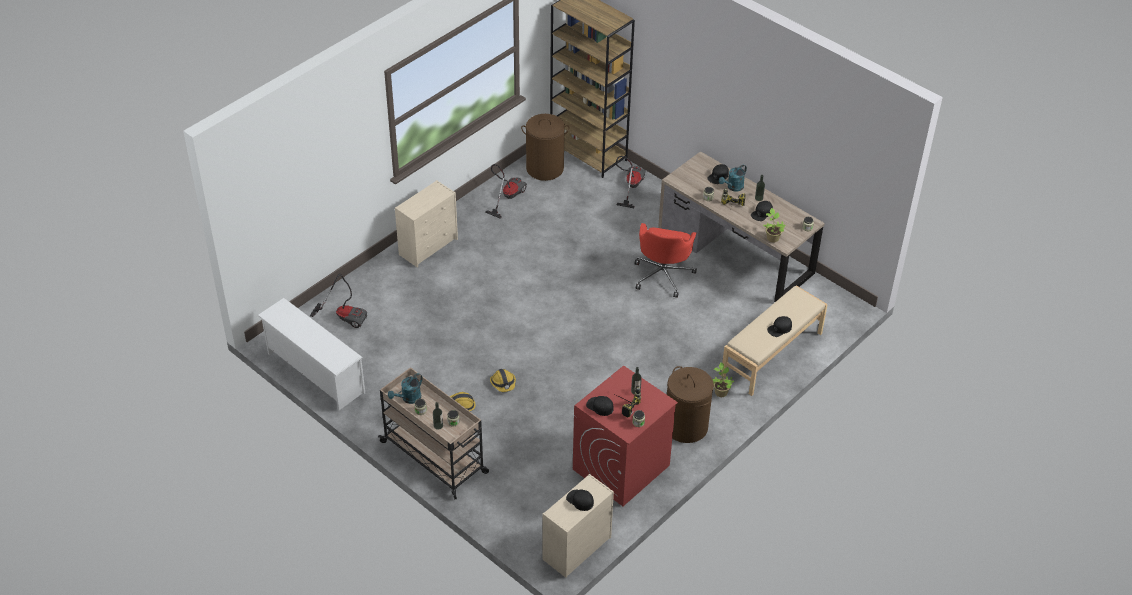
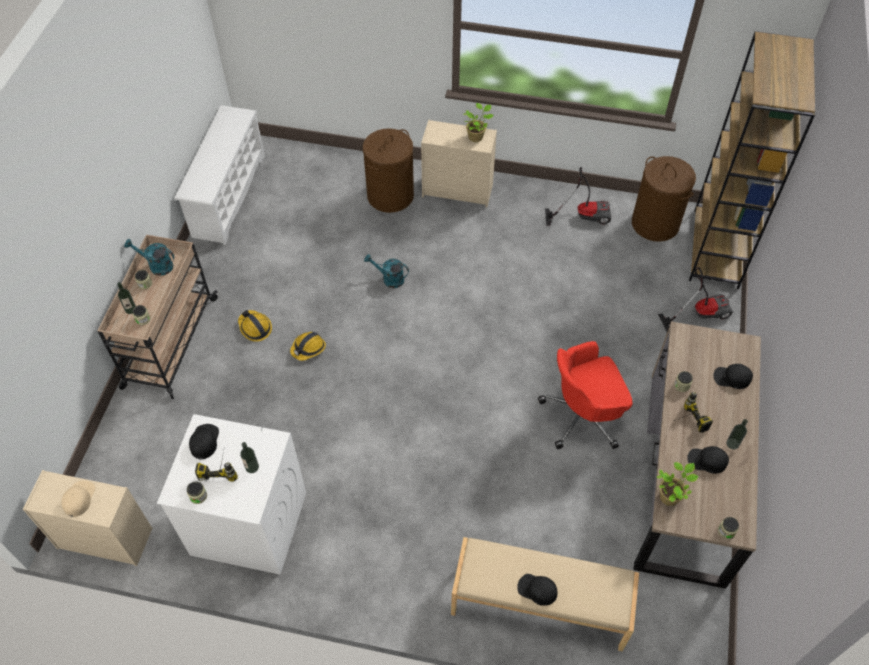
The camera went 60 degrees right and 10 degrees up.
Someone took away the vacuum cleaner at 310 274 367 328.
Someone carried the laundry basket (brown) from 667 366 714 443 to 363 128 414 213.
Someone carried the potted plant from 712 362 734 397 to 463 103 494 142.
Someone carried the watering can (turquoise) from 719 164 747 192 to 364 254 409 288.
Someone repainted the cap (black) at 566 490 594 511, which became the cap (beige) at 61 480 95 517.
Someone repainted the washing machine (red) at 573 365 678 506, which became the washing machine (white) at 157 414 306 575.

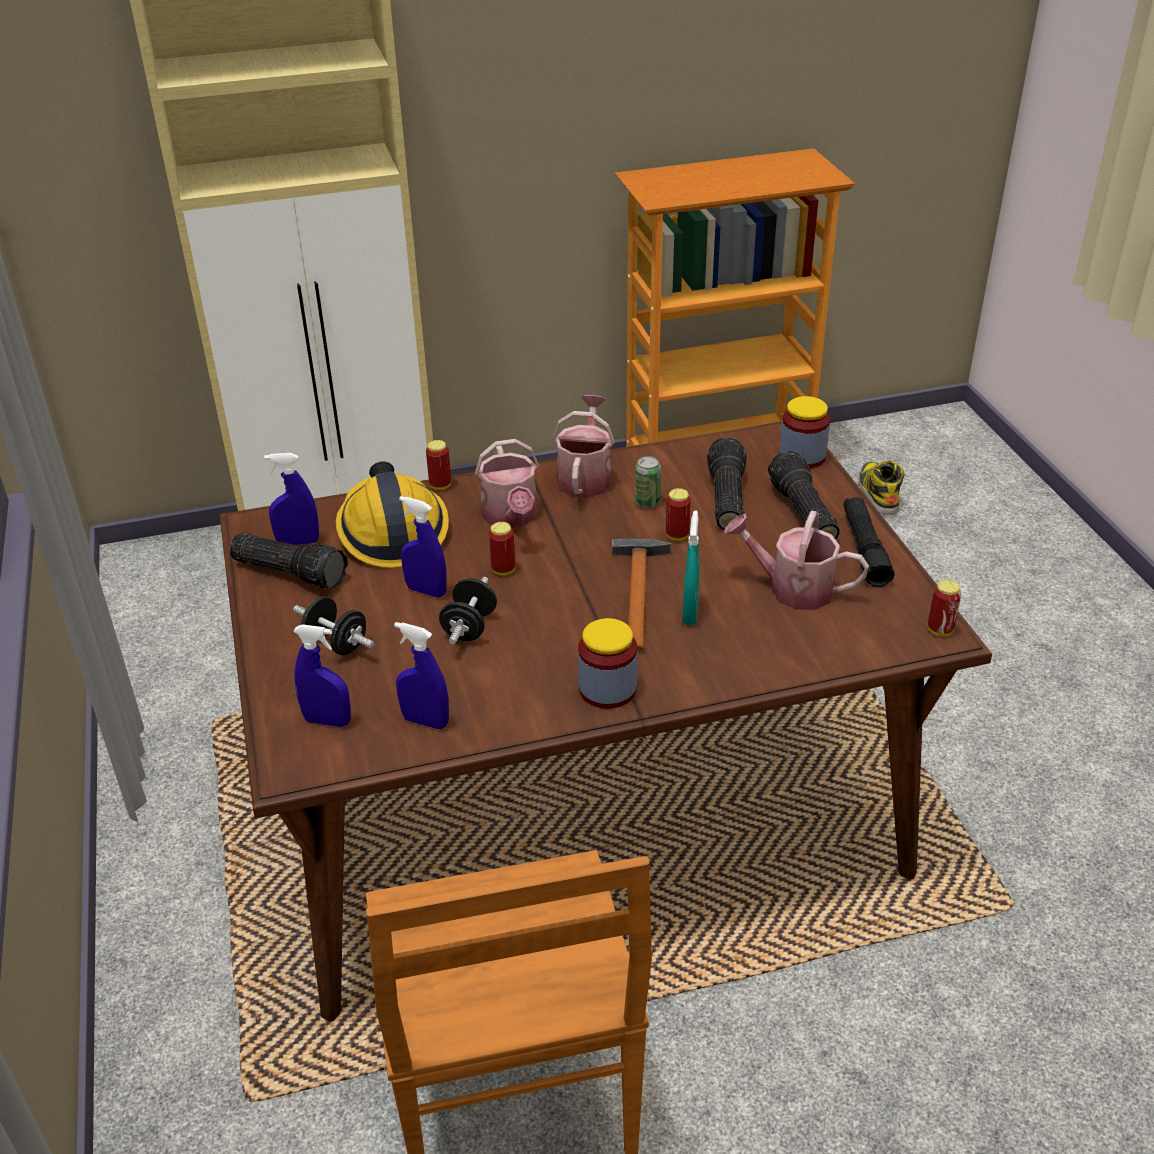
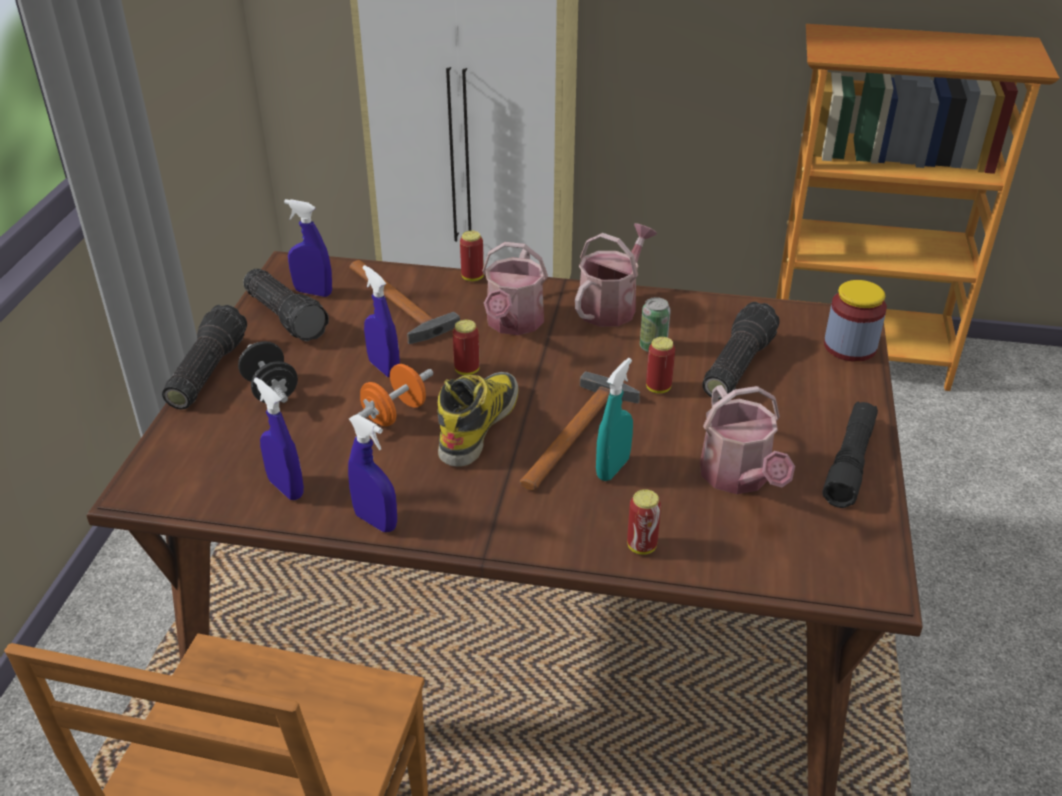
The camera went 25 degrees right and 0 degrees up.
Someone took away the jar at 578 618 637 709.
Someone carried the spray bottle (blue) from 294 624 351 727 to 348 415 397 532.
Someone carried the flashlight from 768 451 840 540 to 162 304 247 410.
Someone carried the boot from 858 460 905 515 to 437 372 519 467.
Someone carried the can from 928 580 961 636 to 627 489 661 555.
Someone swapped the hard hat at 336 462 449 568 for the hammer at 349 260 460 344.
Someone repainted the dumbbell (black) at 439 577 497 644, which became the dumbbell (orange) at 356 364 433 427.
Someone rotated the watering can at 724 510 869 610 by 150 degrees counterclockwise.

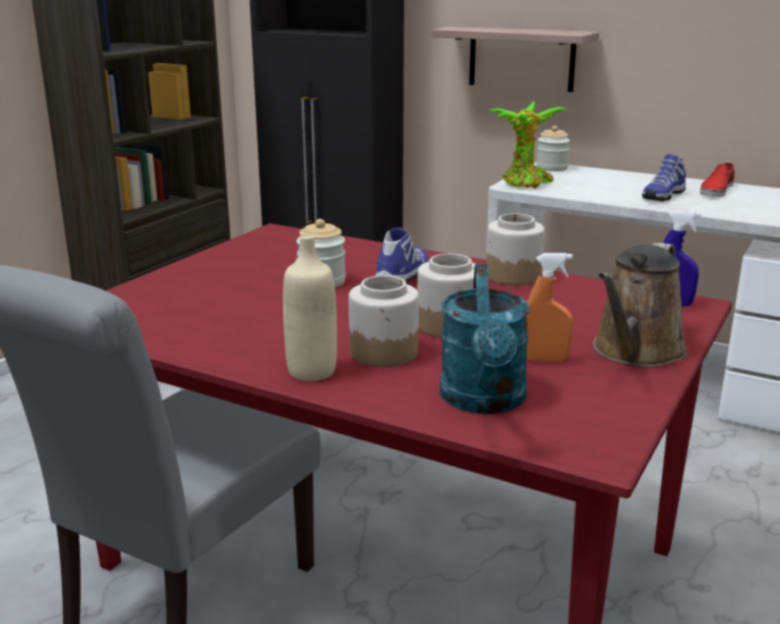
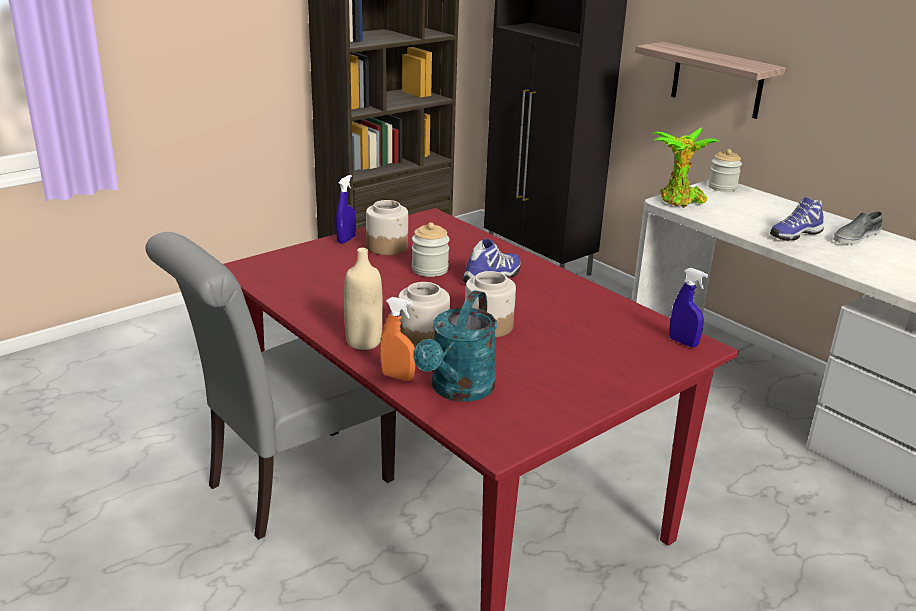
The camera went 20 degrees right and 5 degrees up.
Someone took away the watering can (brown) at 593 243 688 367.
Someone put down the spray bottle (blue) at 336 175 356 244.
Someone carried the jar from 486 213 545 286 to 366 200 408 255.
Someone carried the spray bottle (orange) from 526 253 574 362 to 380 297 416 381.
Someone repainted the shoe (red) at 700 163 735 197, which became the shoe (grey) at 833 211 882 245.

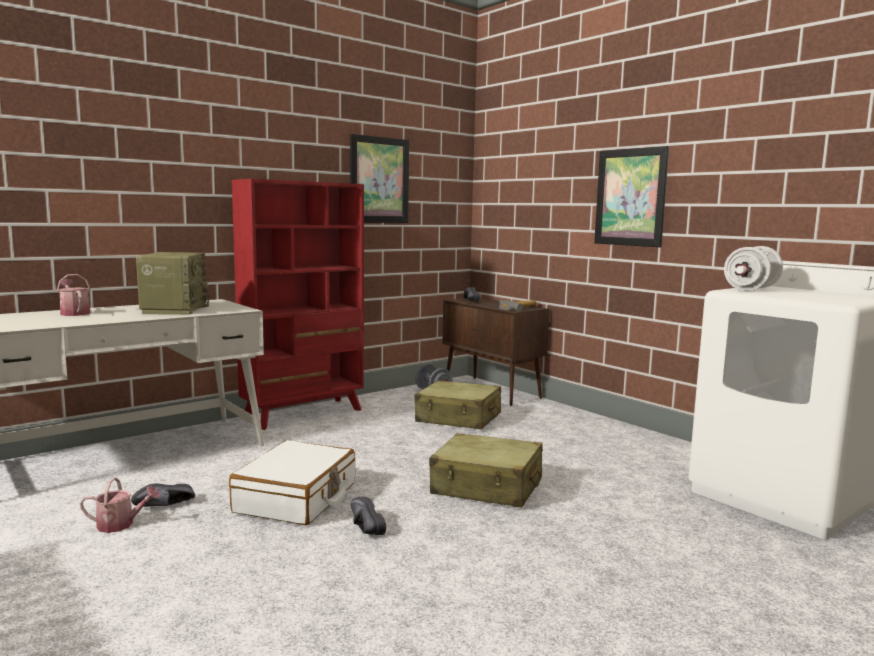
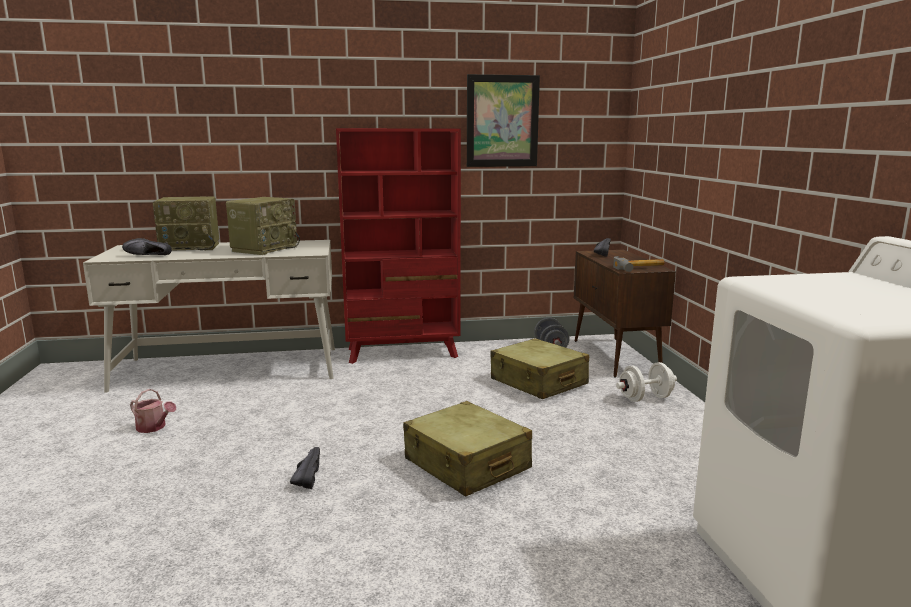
The camera went 30 degrees right and 5 degrees up.
Someone took away the suitcase (white) at 229 440 355 525.
Someone took away the picture at 594 146 669 247.
Someone carried the shoe (black) from 131 483 195 507 to 122 238 172 255.
Someone carried the dumbbell (white) from 724 246 783 291 to 616 362 677 402.
Someone swapped the watering can at 57 274 91 316 for the radio at 153 196 219 251.

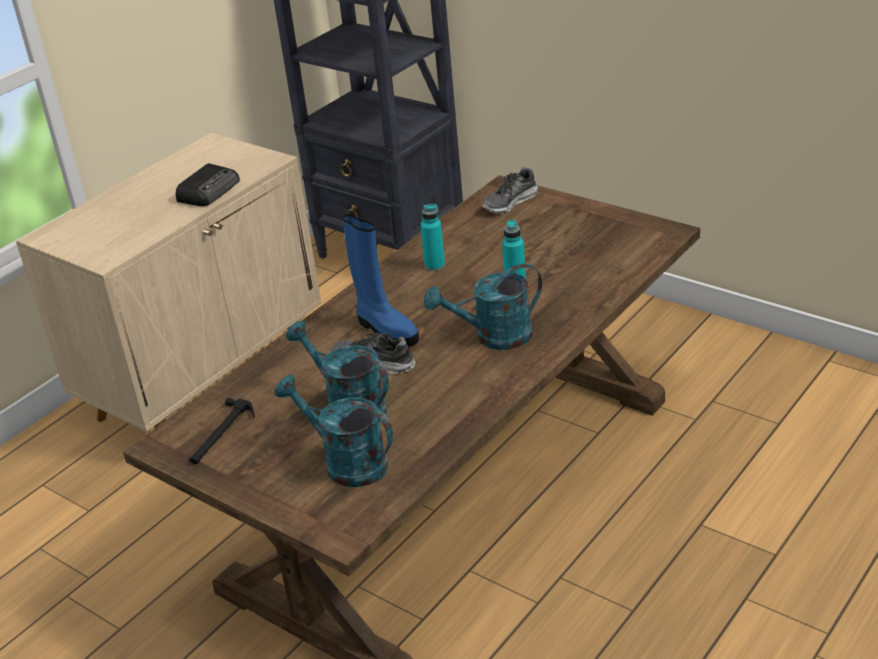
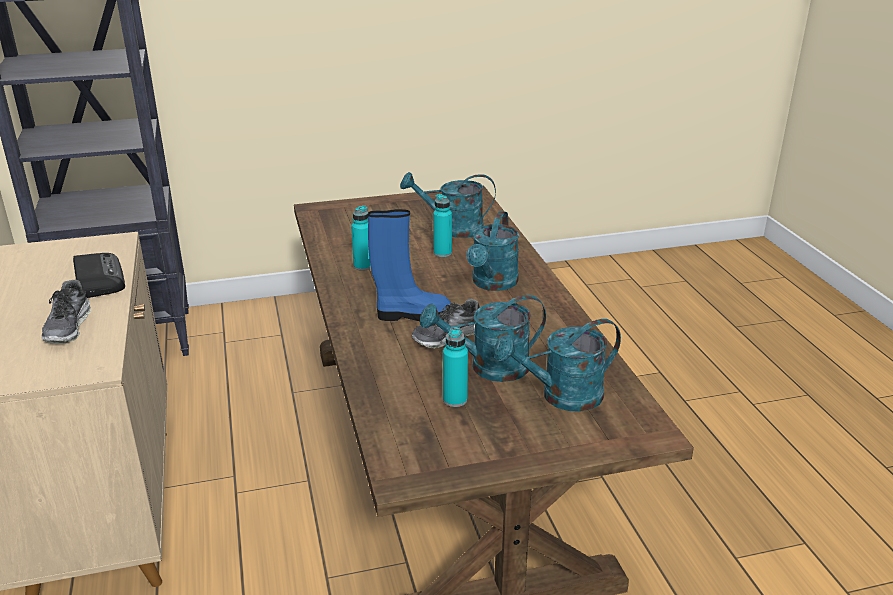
The camera went 55 degrees left and 5 degrees down.
Someone took away the hammer at 189 398 255 464.
Someone put down the watering can (turquoise) at 400 172 496 238.
Someone put down the bottle (turquoise) at 443 327 468 407.
Someone carried the shoe from 482 167 538 214 to 41 280 91 344.

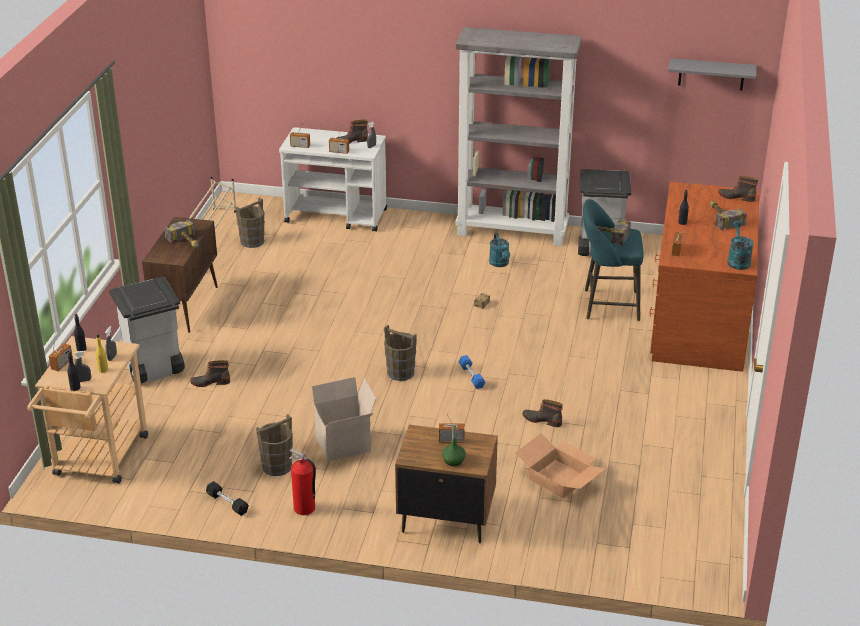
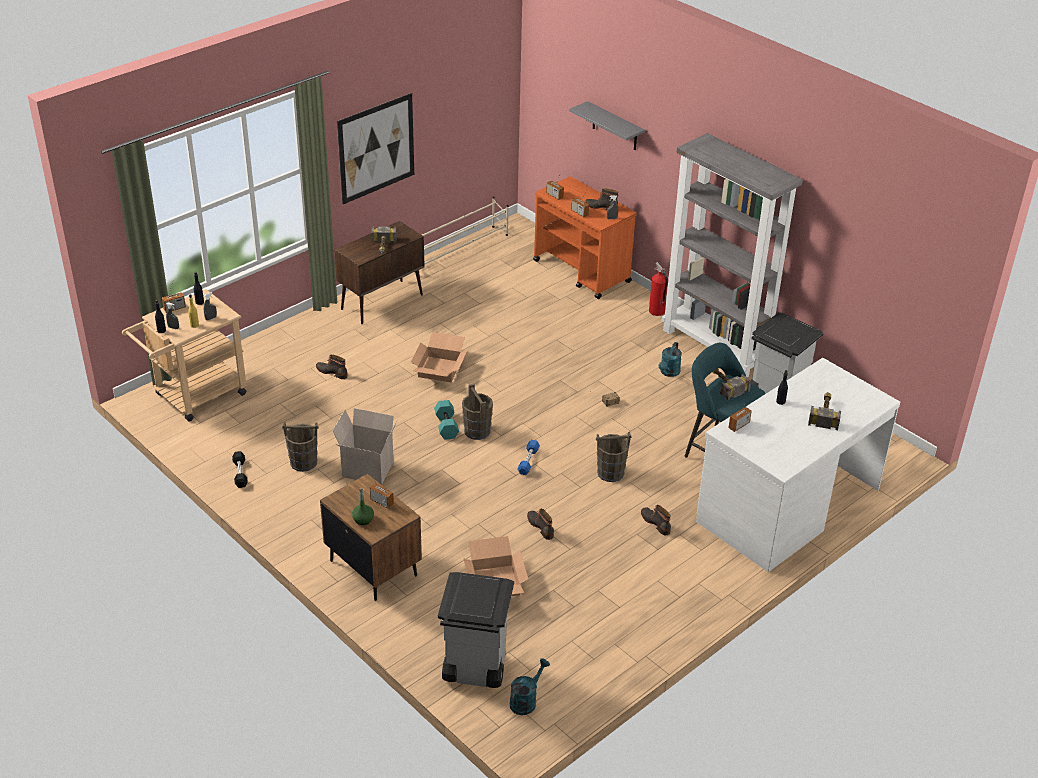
The camera went 35 degrees right and 5 degrees up.
Someone put up the picture at 337 93 414 204.
Someone put down the cardboard box at 411 332 467 382.
Someone put down the dumbbell (turquoise) at 434 400 459 440.
Someone carried the trash can (grey) from 109 277 185 383 to 438 572 514 688.
Someone carried the bucket (brown) from 236 197 265 248 to 596 432 632 482.
Someone carried the fire extinguisher from 289 448 316 515 to 649 262 668 316.
Someone carried the shelf (grey) from 668 58 757 91 to 569 101 645 150.
Someone carried the boot from 718 176 758 202 to 641 505 671 536.
Someone carried the watering can (turquoise) from 727 221 754 270 to 510 658 550 715.
Someone repainted the cart (white) at 279 127 387 232, which became the cart (orange) at 533 176 637 299.
Someone repainted the desk (brown) at 649 182 759 372, which became the desk (white) at 696 358 900 572.

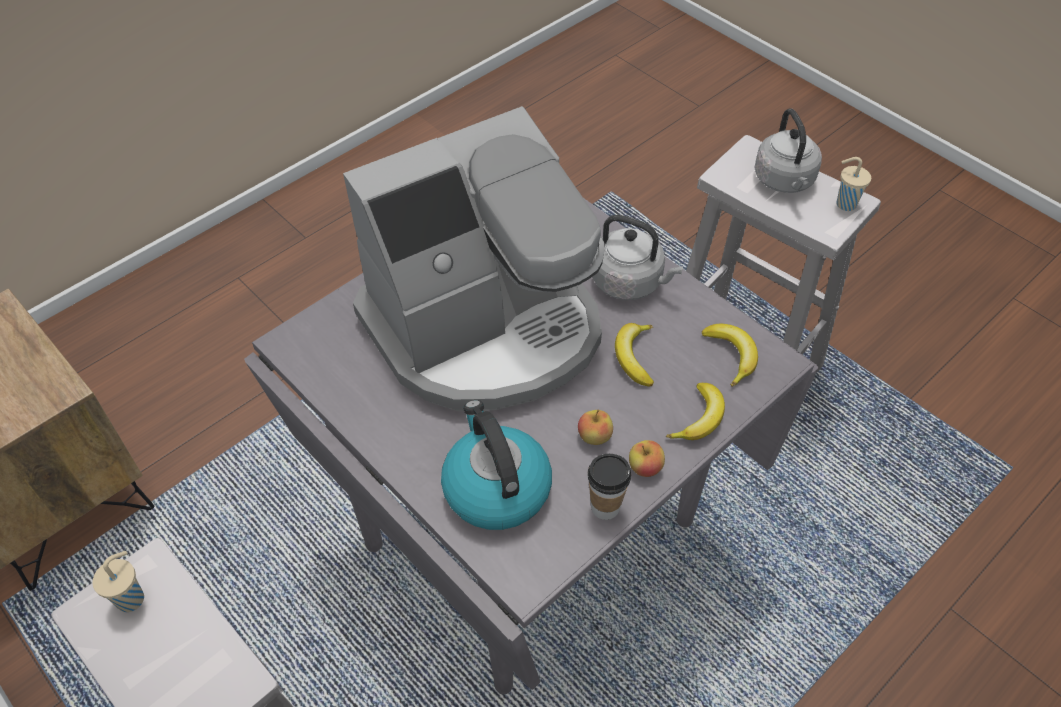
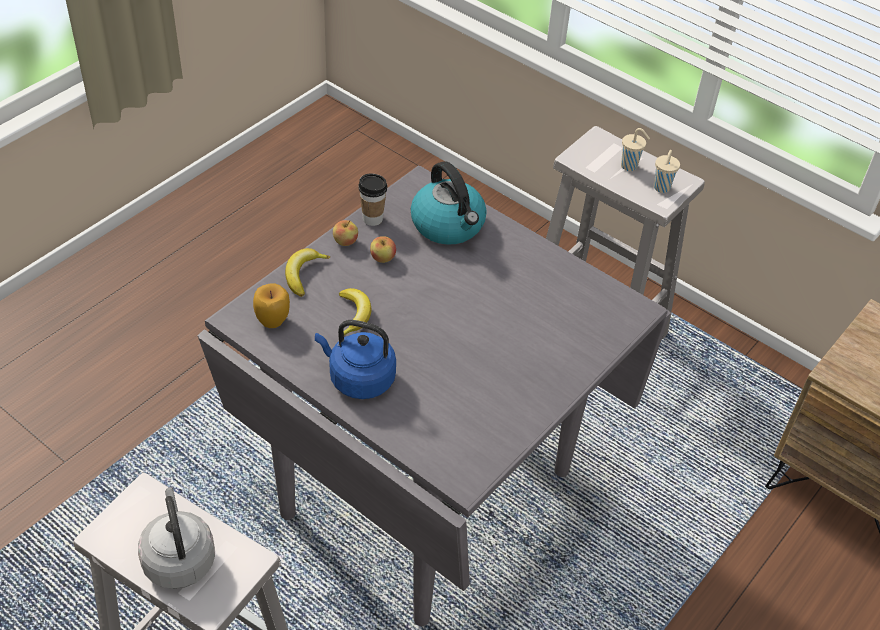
The camera went 170 degrees right and 5 degrees down.
Someone took away the coffee machine at 343 106 605 411.
Someone carried the cup (beige) from 836 157 871 211 to 621 128 650 171.
Someone swapped the banana at 701 324 758 387 for the apple at 253 283 290 328.
Someone repainted the kettle (grey) at 592 215 683 300, which became the kettle (blue) at 315 320 396 399.

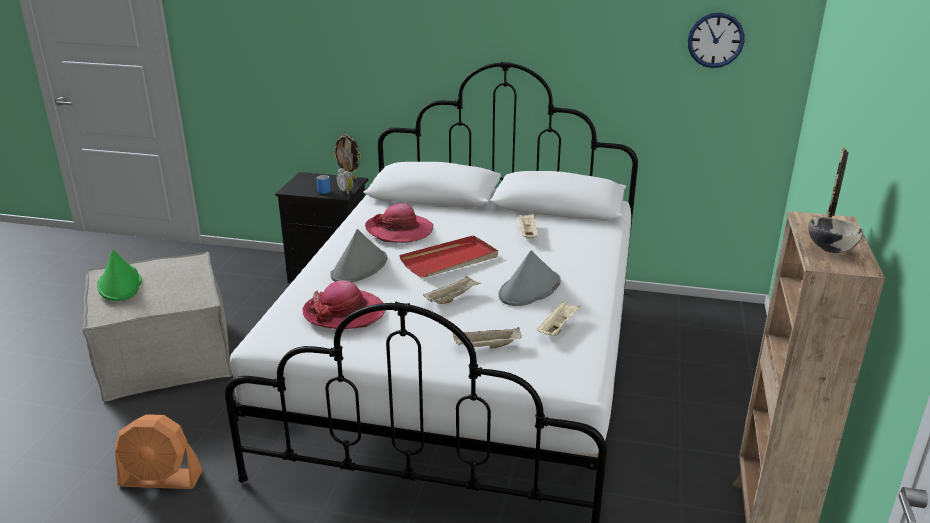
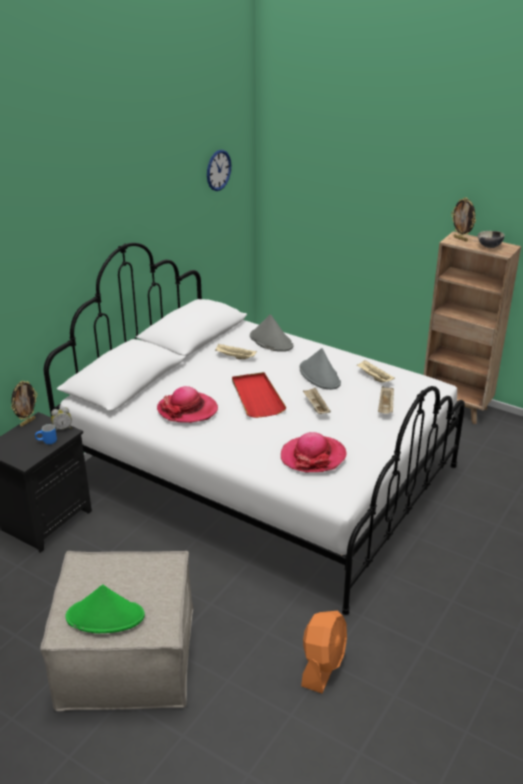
The camera went 70 degrees left and 5 degrees up.
Someone carried the hat (grey) from 330 229 387 283 to 250 314 293 352.

